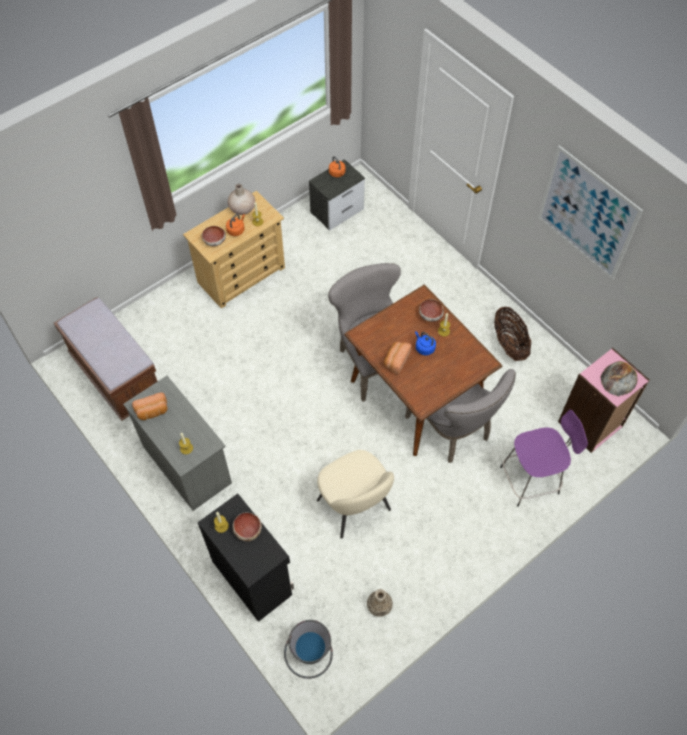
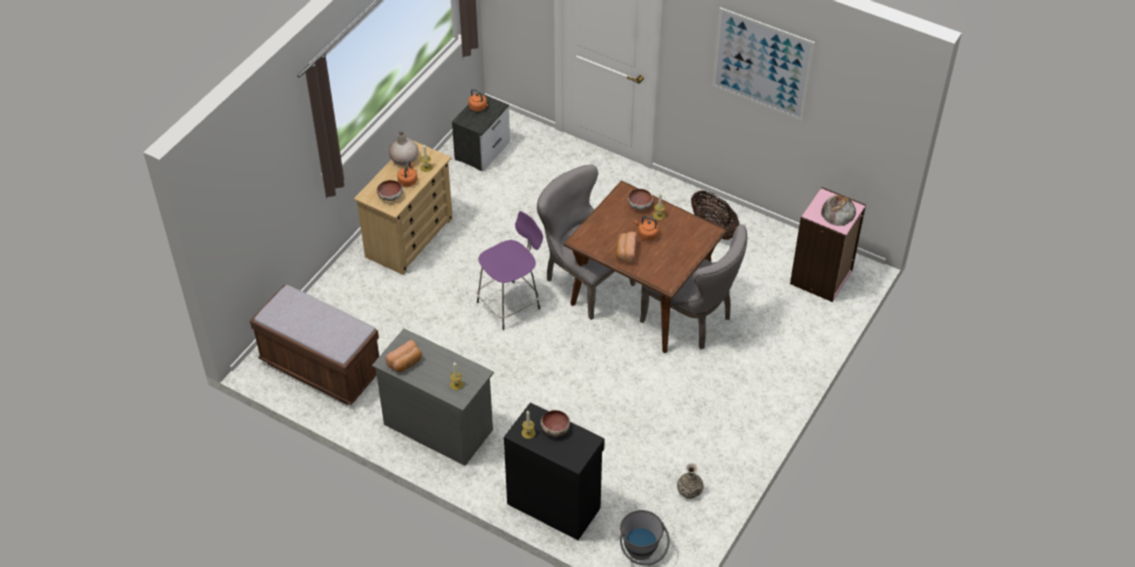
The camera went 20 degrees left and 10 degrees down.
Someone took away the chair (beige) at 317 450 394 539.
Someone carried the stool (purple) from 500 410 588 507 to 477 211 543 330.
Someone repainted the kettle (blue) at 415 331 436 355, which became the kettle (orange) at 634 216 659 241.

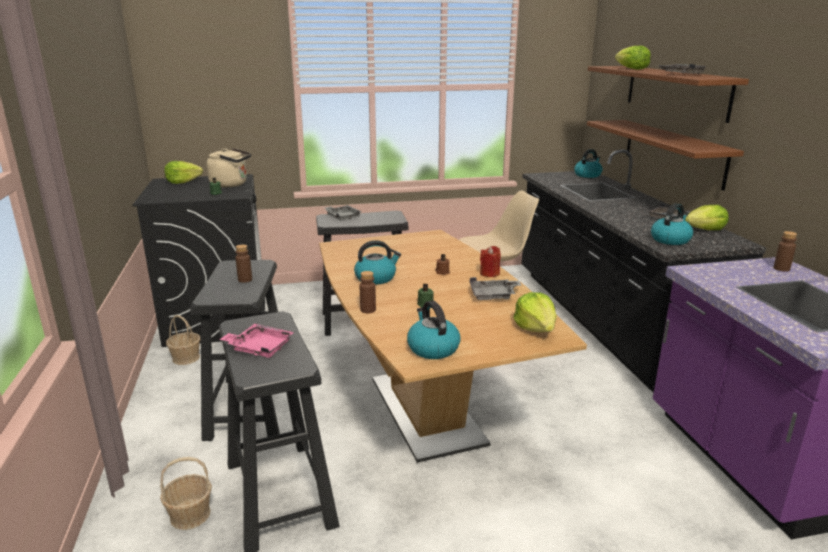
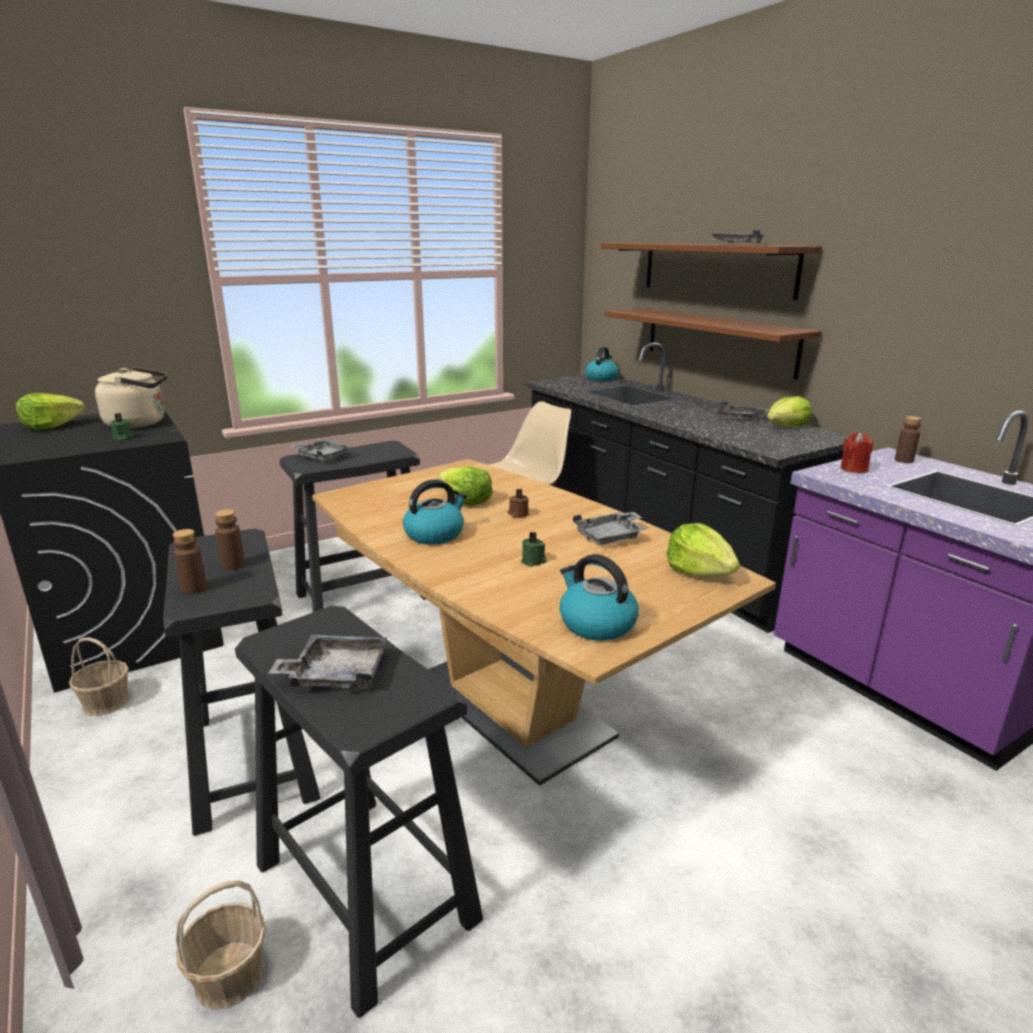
The camera went 20 degrees left and 0 degrees up.
Someone took away the kettle at 651 203 693 245.
Someone carried the bottle (brown) from 360 271 376 313 to 173 529 207 594.
Someone carried the candle (red) from 480 246 501 277 to 840 432 873 473.
Someone carried the lettuce from 615 46 651 70 to 437 467 493 506.
Someone repainted the tray (pink) at 219 324 294 358, which became the tray (grey) at 268 634 388 688.

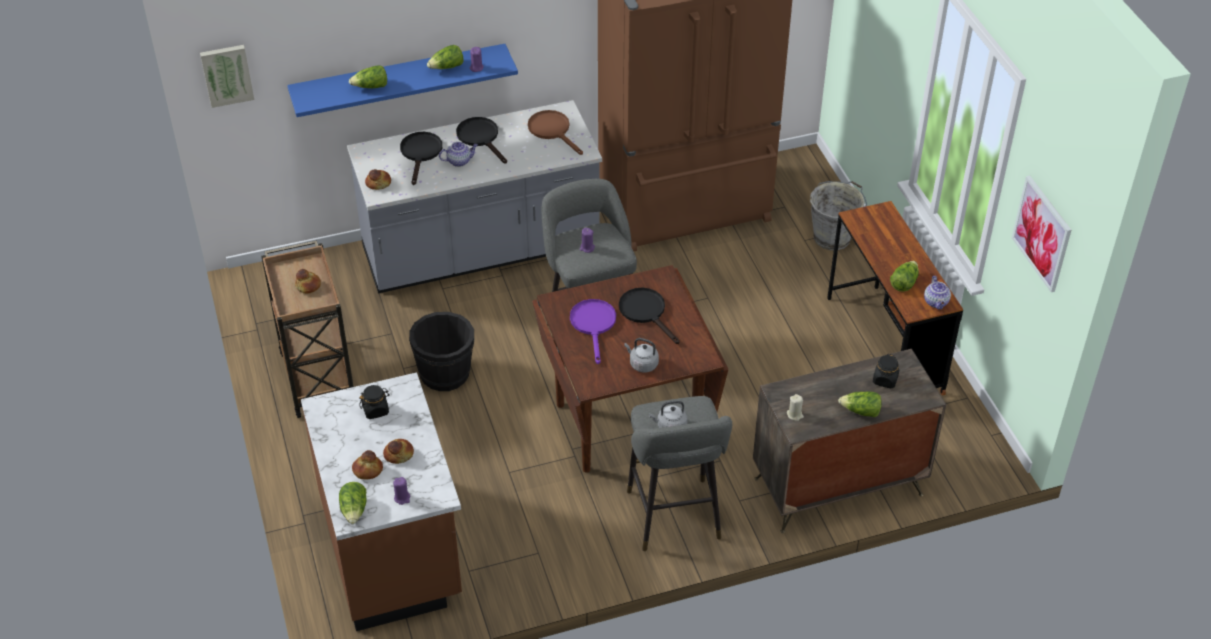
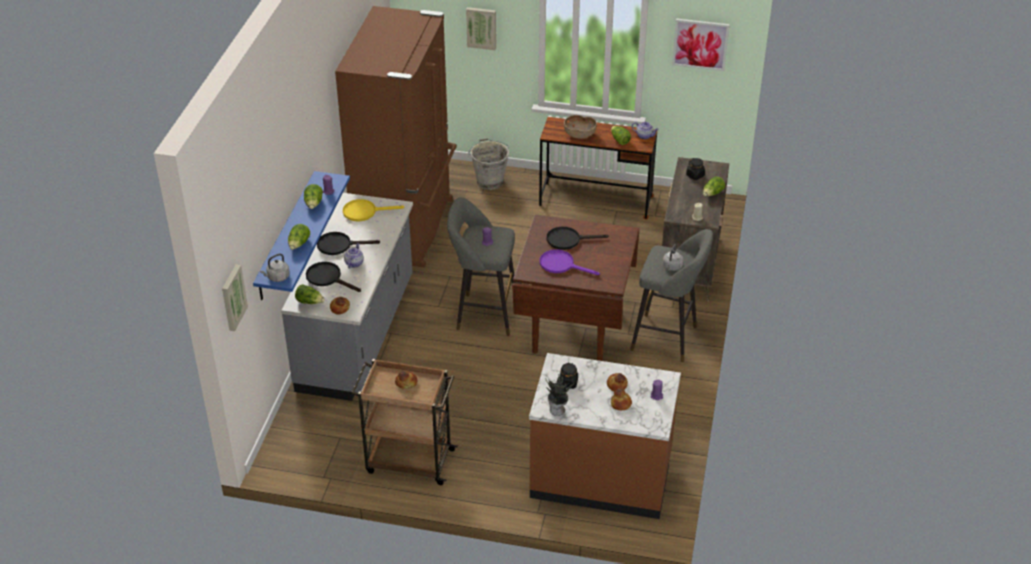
The camera went 60 degrees left and 5 degrees down.
Someone took away the bucket (black) at 409 312 474 391.
Someone put up the picture at 466 7 496 50.
Someone put down the potted plant at 545 376 574 416.
Someone put down the bowl (brown) at 564 115 597 139.
Someone carried the lettuce from 339 482 367 524 to 295 284 325 304.
Someone carried the kettle (grey) from 624 338 659 373 to 260 253 290 282.
Someone repainted the frying pan (brown) at 528 110 583 155, which became the frying pan (yellow) at 343 199 404 221.

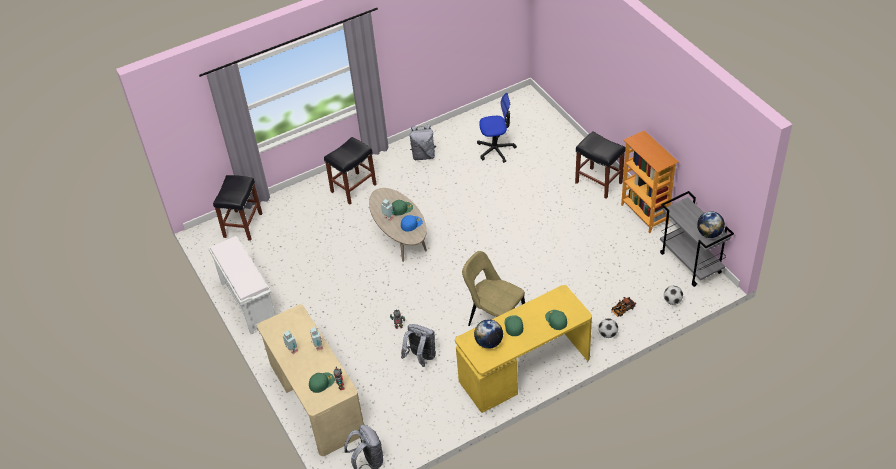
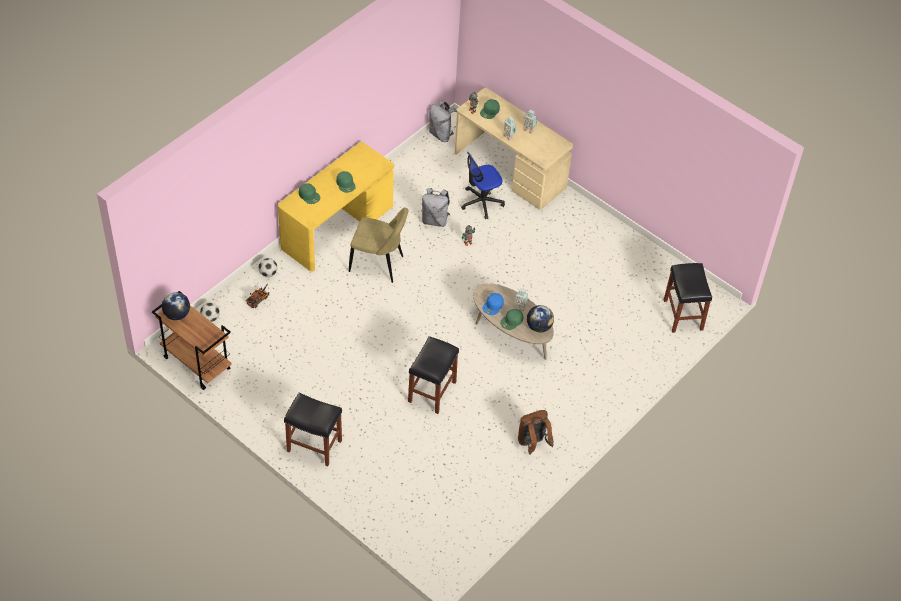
The camera went 155 degrees right and 5 degrees up.
Someone took away the bench (white) at 208 236 275 334.
Someone took away the bookcase at 621 130 678 233.
Someone carried the stool (black) from 324 137 377 204 to 408 336 459 414.
Someone carried the globe from 474 319 503 349 to 527 305 554 333.
Someone carried the office chair from 477 93 517 163 to 461 152 505 219.
Someone repainted the backpack (grey) at 410 124 436 160, which became the backpack (brown) at 518 410 554 455.
Someone repainted the cart (grey) at 660 191 734 287, which became the cart (brown) at 152 291 232 390.

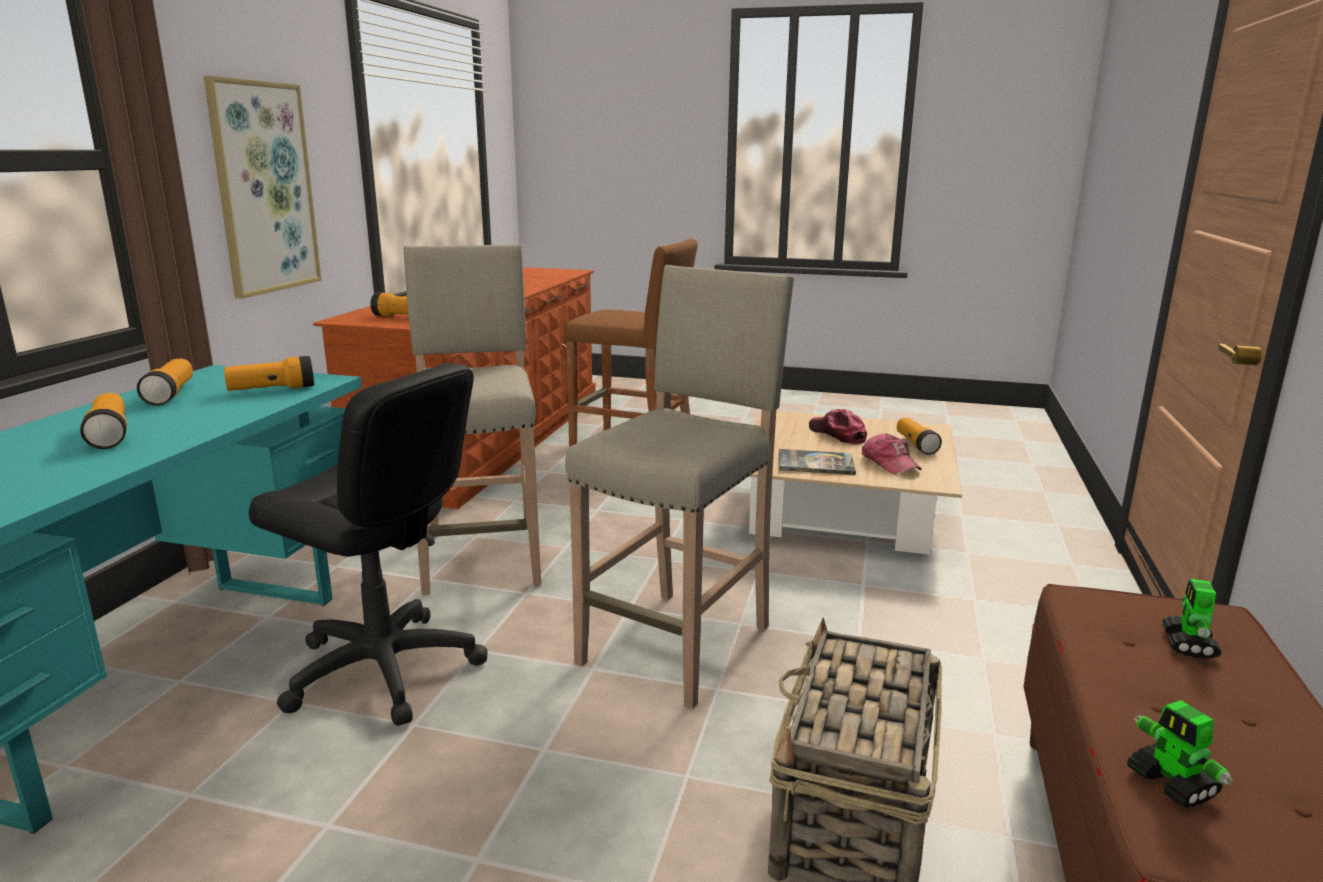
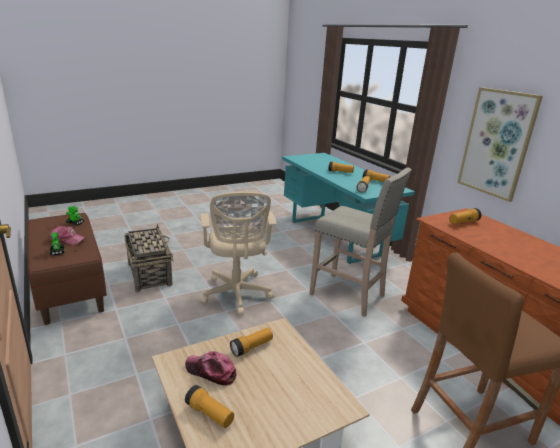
The camera went 135 degrees right and 5 degrees up.
Someone took away the office chair (black) at 249 363 488 726.
Someone carried the cap from 809 409 867 444 to 48 226 86 245.
Someone swapped the stool (beige) at 565 265 794 709 for the office chair (beige) at 200 192 277 316.
Someone swapped the book at 779 449 856 475 for the flashlight at 230 328 273 357.

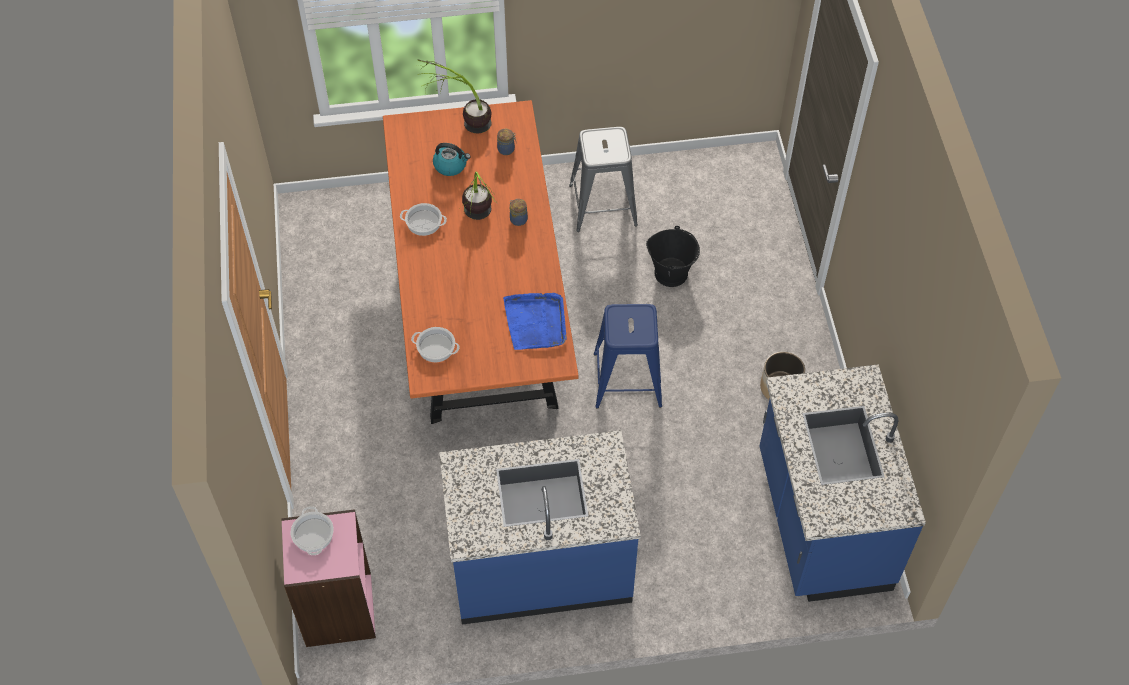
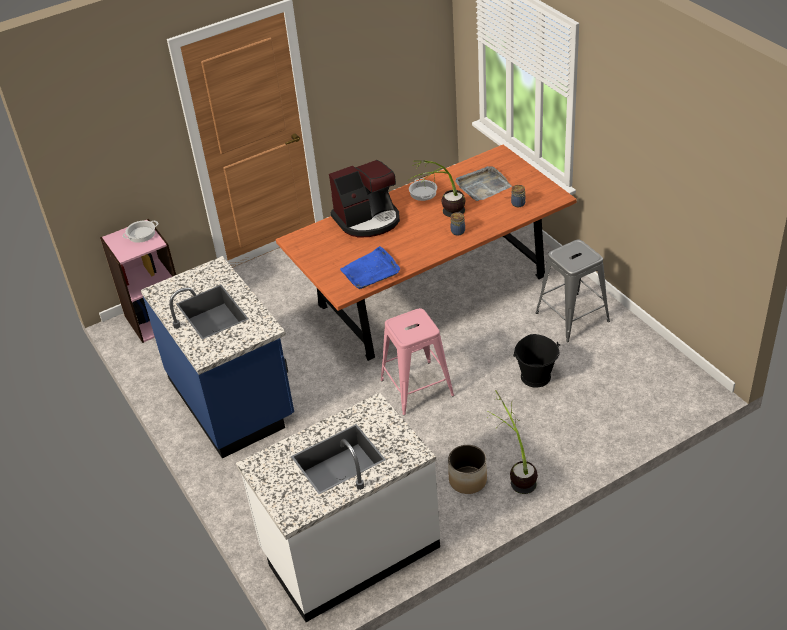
The camera went 70 degrees right and 15 degrees down.
Someone took away the cooking pot at 411 327 460 362.
Someone put down the coffee machine at 329 160 400 238.
Someone carried the potted plant from 417 60 492 133 to 487 390 538 494.
Someone swapped the kettle at 433 143 471 176 for the tray (grey) at 455 166 512 201.
Someone repainted the stool (blue) at 594 304 662 409, which became the stool (pink) at 380 308 454 415.
Someone repainted the counter (blue) at 759 364 926 602, which became the counter (white) at 236 392 440 622.

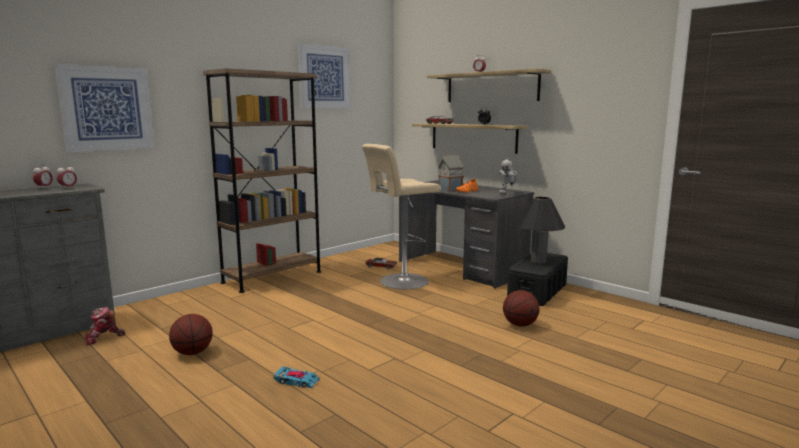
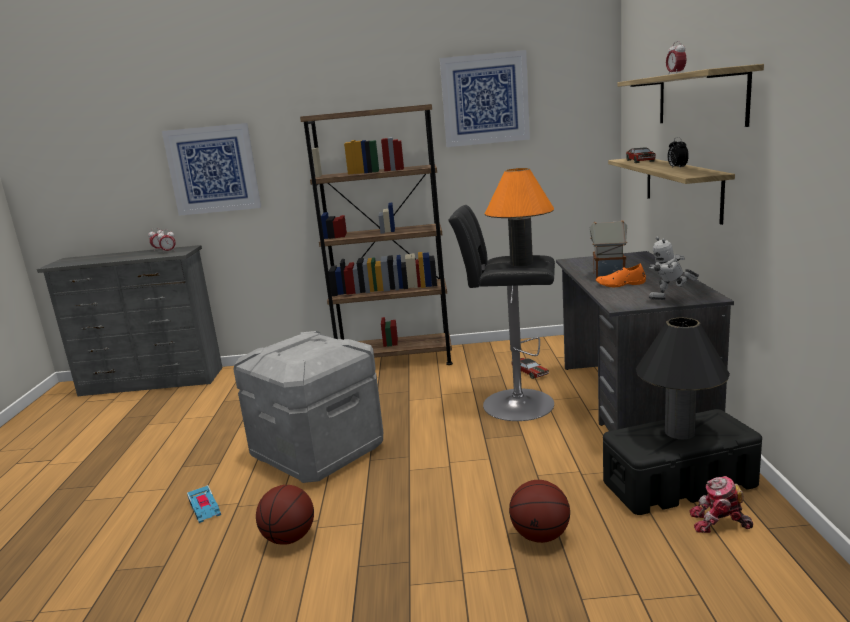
The camera went 45 degrees right and 5 degrees up.
Someone put down the storage box (grey) at 233 331 383 483.
Someone put down the table lamp (orange) at 485 168 554 267.
Someone carried the toy robot from 85 307 125 345 to 689 476 753 533.
Someone carried the basketball from 169 314 213 355 to 256 485 314 545.
Someone repainted the stool (beige) at 362 144 441 289, which became the stool (black) at 448 205 555 421.

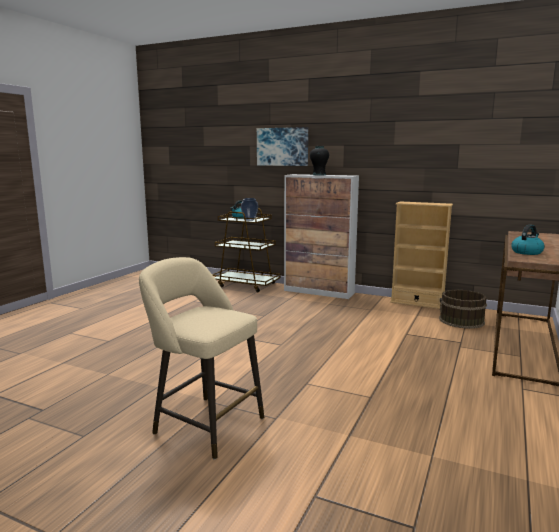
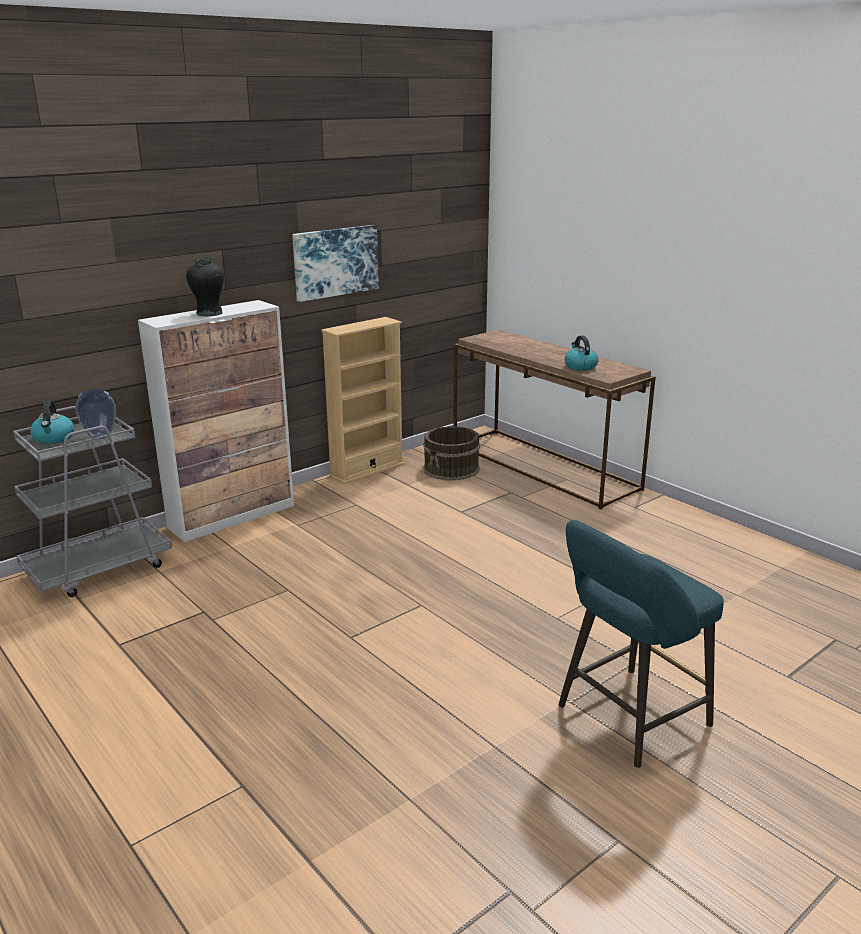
The camera went 65 degrees left and 10 degrees up.
Someone carried the picture from 257 127 308 166 to 292 225 379 302.
Someone repainted the stool (beige) at 139 257 264 460, which became the stool (turquoise) at 559 520 724 768.
Someone repainted the cart (brown) at 212 208 280 292, which became the cart (grey) at 13 406 172 597.

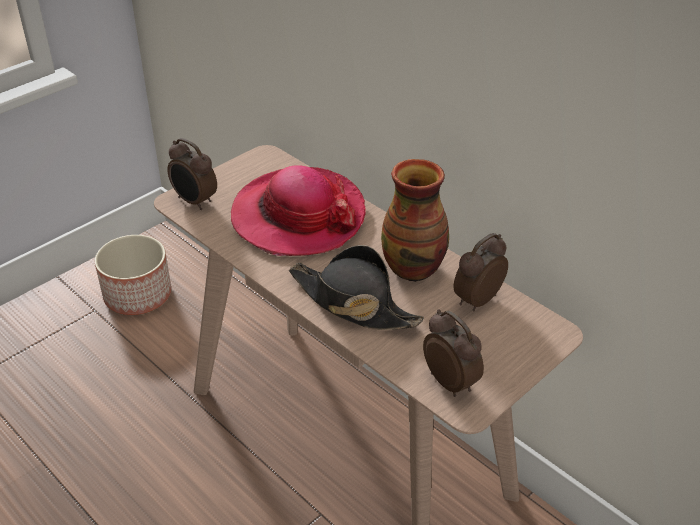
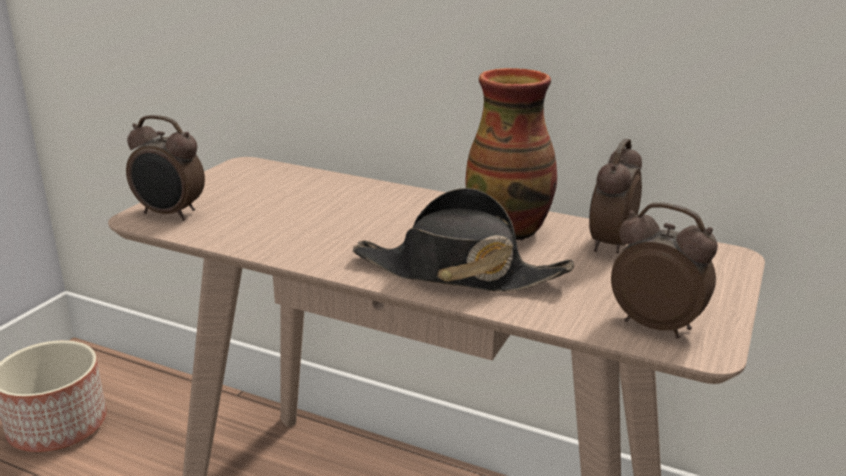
The camera went 20 degrees left and 15 degrees down.
Someone took away the hat at 231 165 366 256.

